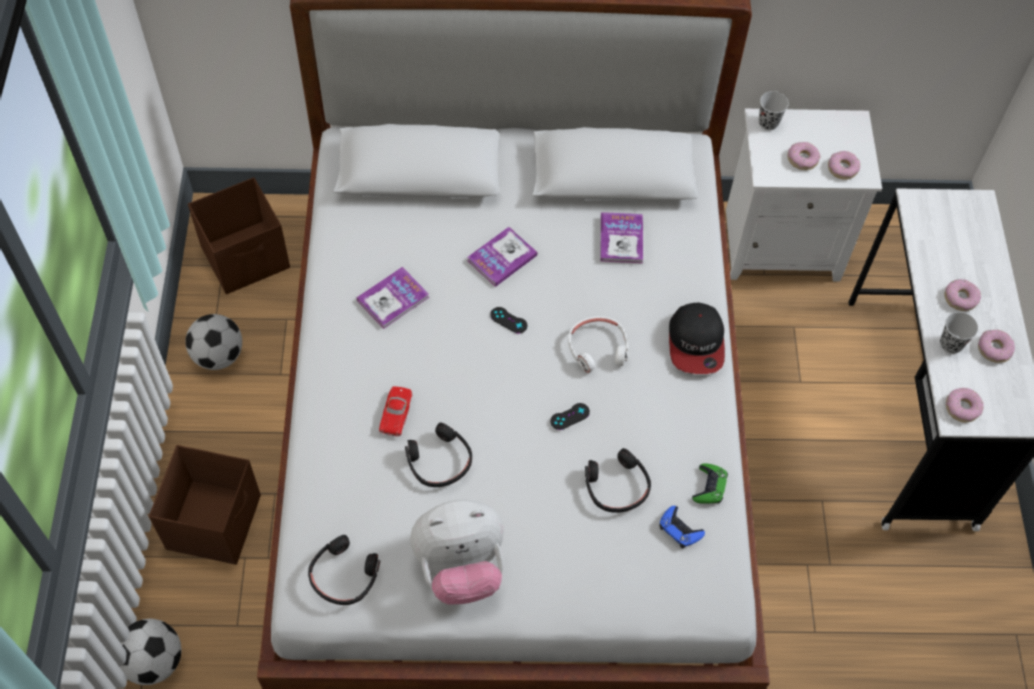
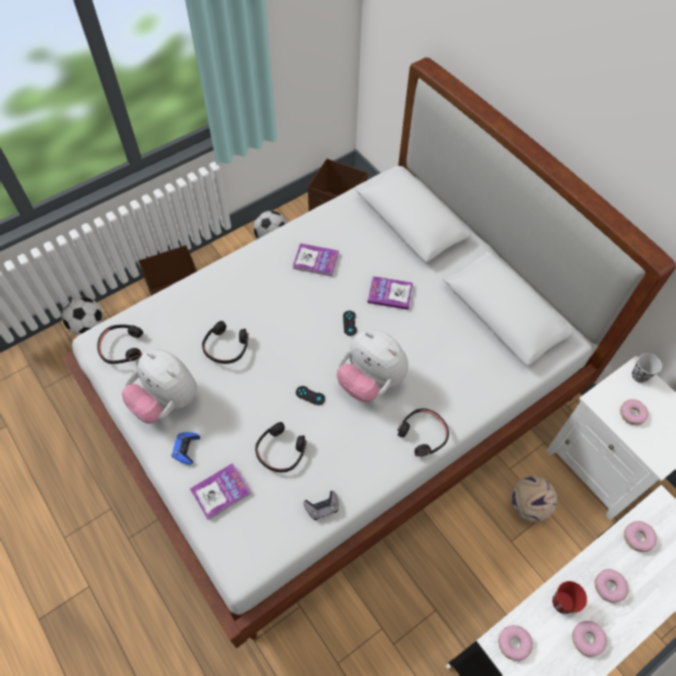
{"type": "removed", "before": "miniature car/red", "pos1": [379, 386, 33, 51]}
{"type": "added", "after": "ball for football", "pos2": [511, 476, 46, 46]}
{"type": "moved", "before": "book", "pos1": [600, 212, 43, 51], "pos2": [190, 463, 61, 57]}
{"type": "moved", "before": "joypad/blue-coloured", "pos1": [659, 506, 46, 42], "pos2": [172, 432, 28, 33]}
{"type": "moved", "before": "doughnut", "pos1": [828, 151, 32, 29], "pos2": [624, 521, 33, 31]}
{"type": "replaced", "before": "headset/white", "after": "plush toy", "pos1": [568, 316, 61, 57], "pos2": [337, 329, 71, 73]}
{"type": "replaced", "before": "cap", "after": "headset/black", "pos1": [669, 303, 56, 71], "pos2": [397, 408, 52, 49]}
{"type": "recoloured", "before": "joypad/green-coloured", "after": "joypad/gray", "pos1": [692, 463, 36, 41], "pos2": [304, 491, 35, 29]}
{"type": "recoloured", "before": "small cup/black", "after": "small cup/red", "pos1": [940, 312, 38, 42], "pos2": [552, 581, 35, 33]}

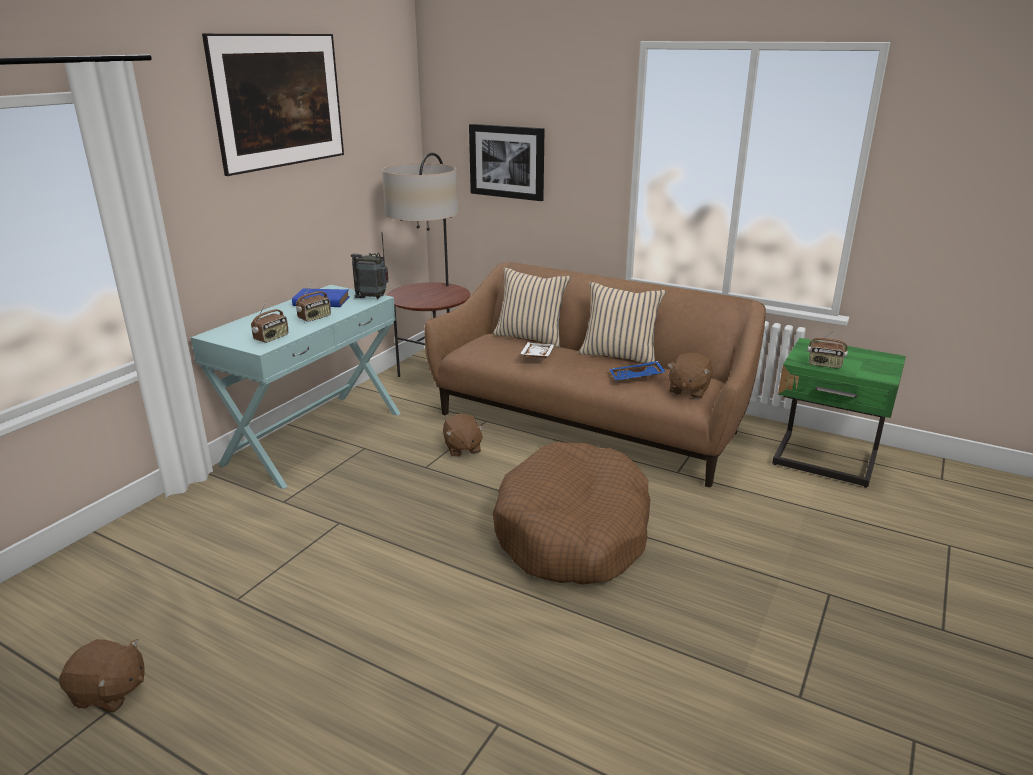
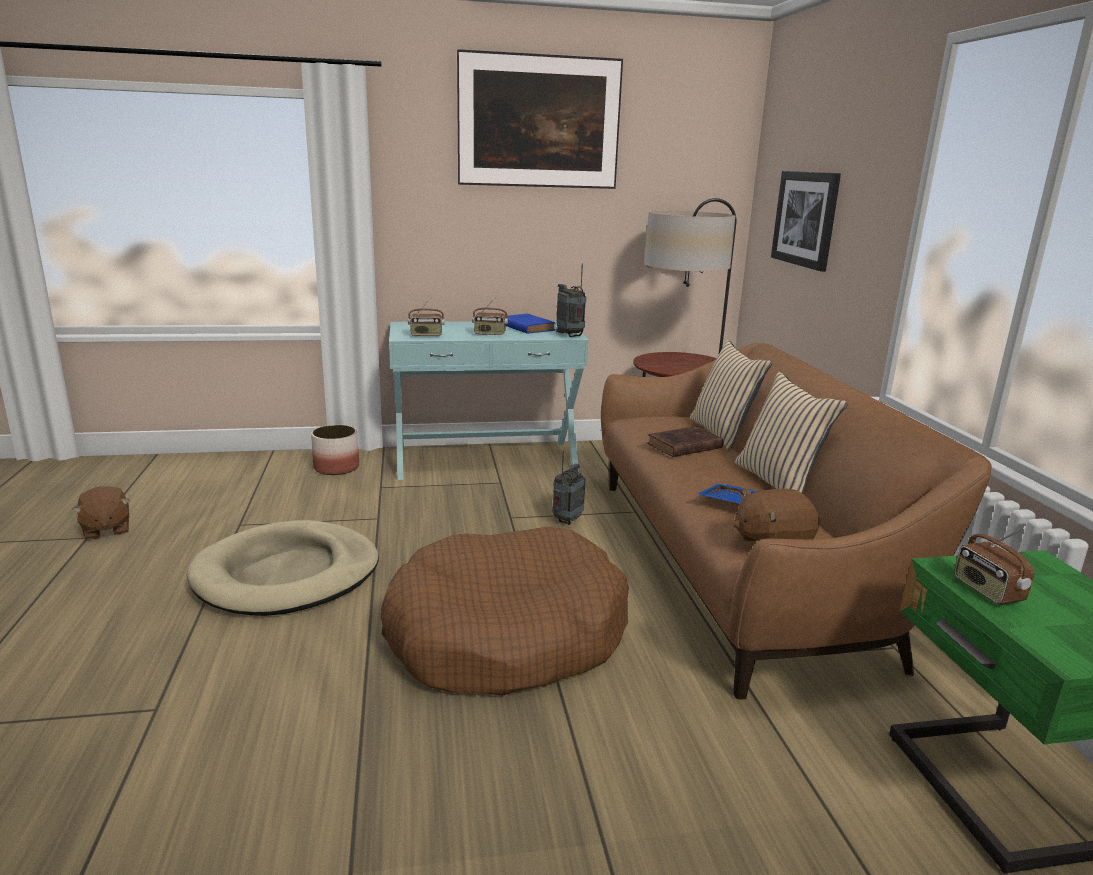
{"type": "added", "after": "pet bed/sand-coloured", "pos2": [187, 520, 192, 96]}
{"type": "added", "after": "planter", "pos2": [311, 425, 48, 50]}
{"type": "replaced", "before": "plush toy/brown-coloured", "after": "radio receiver", "pos1": [443, 414, 42, 43], "pos2": [553, 451, 32, 74]}
{"type": "replaced", "before": "serving tray/white", "after": "book/brown-coloured", "pos1": [520, 342, 34, 16], "pos2": [647, 426, 76, 31]}

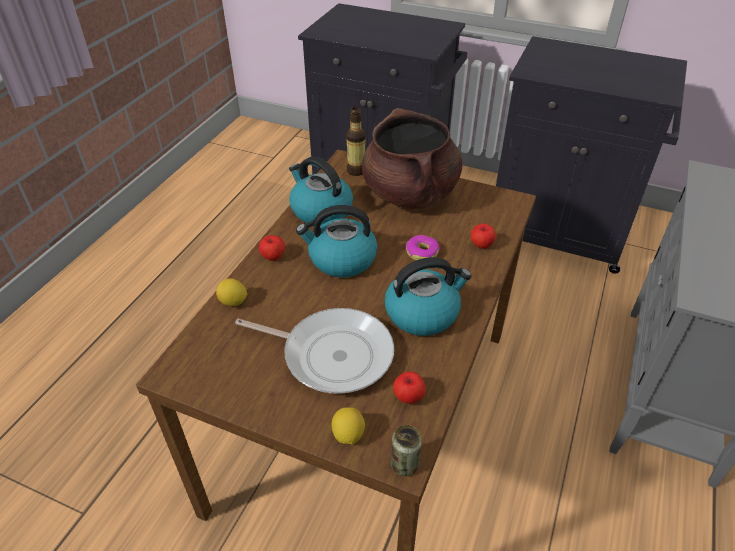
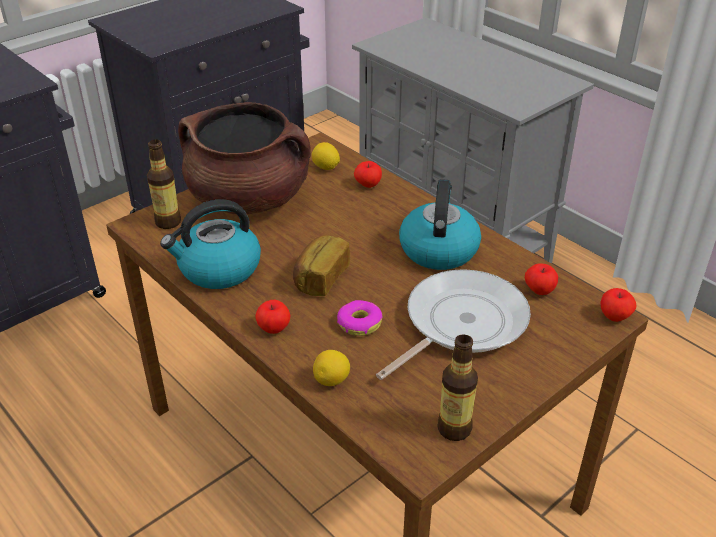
{"type": "added", "after": "drink bottle", "pos2": [437, 334, 41, 107]}
{"type": "moved", "before": "lemon", "pos1": [332, 407, 33, 38], "pos2": [312, 142, 28, 28]}
{"type": "moved", "before": "doughnut", "pos1": [406, 235, 34, 25], "pos2": [337, 300, 46, 36]}
{"type": "replaced", "before": "water kettle", "after": "bakery bread", "pos1": [296, 205, 82, 73], "pos2": [293, 235, 57, 61]}
{"type": "replaced", "before": "sealed can", "after": "whole apple", "pos1": [391, 425, 31, 51], "pos2": [601, 288, 36, 34]}

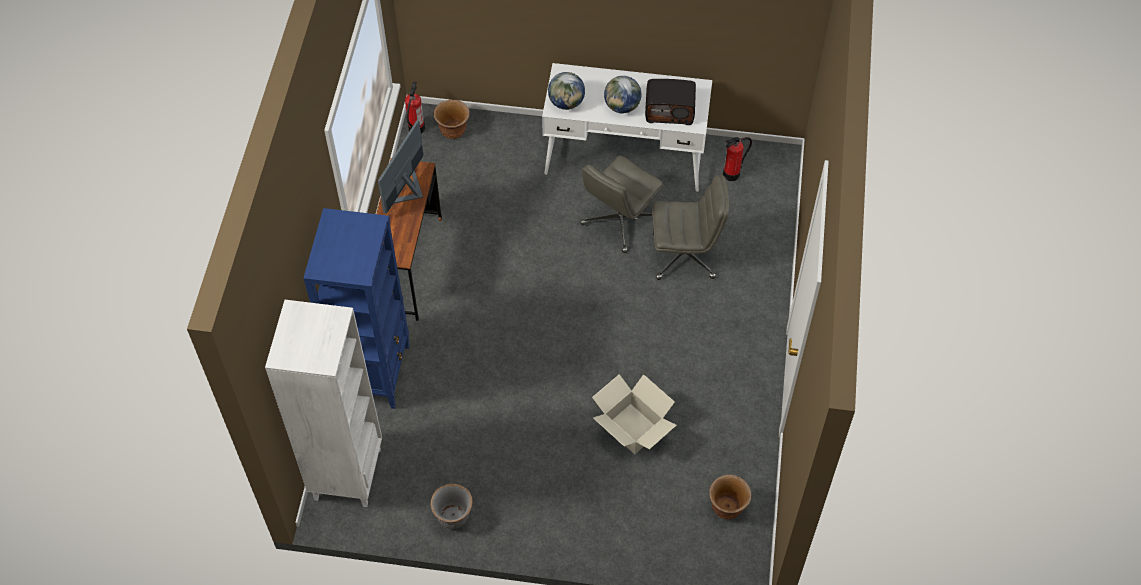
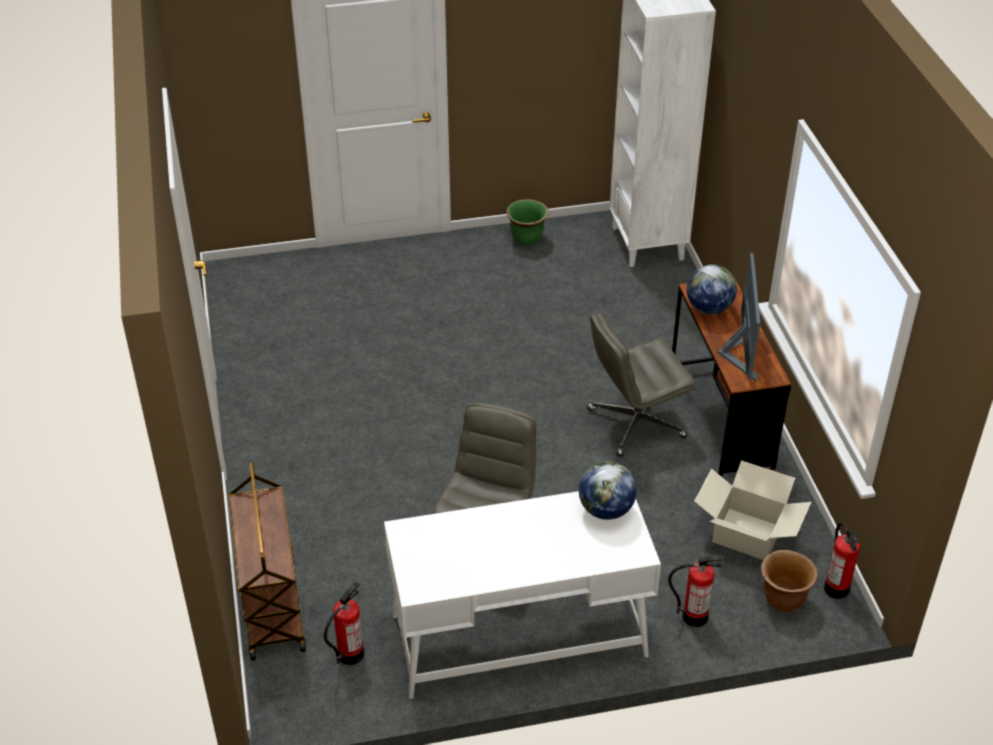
{"type": "removed", "before": "bookshelf/blue-coloured", "pos1": [303, 208, 107, 201]}
{"type": "removed", "before": "radio receiver", "pos1": [645, 79, 51, 46]}
{"type": "removed", "before": "planter/brown-coloured", "pos1": [709, 475, 42, 44]}
{"type": "added", "after": "cart/brown-coloured", "pos2": [229, 461, 77, 199]}
{"type": "added", "after": "fire-fighting cylinder", "pos2": [668, 556, 56, 71]}
{"type": "moved", "before": "carton", "pos1": [592, 374, 84, 80], "pos2": [694, 460, 117, 100]}
{"type": "moved", "before": "desk globe", "pos1": [604, 76, 37, 37], "pos2": [687, 264, 50, 51]}
{"type": "moved", "before": "office chair/gray", "pos1": [652, 175, 77, 105], "pos2": [587, 313, 108, 144]}
{"type": "recoloured", "before": "planter/gray", "after": "planter/green-coloured", "pos1": [431, 483, 42, 46], "pos2": [507, 199, 42, 47]}

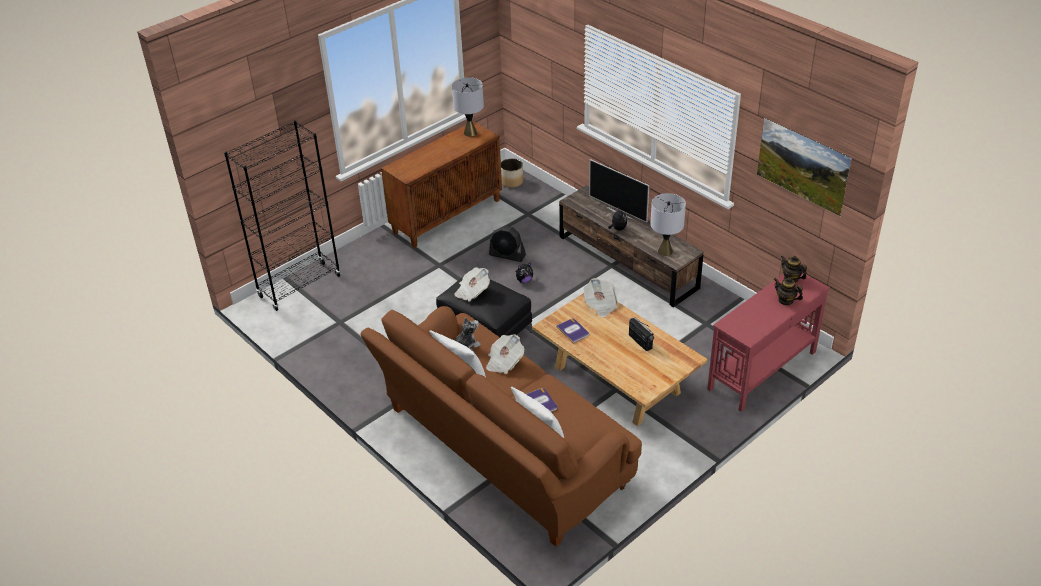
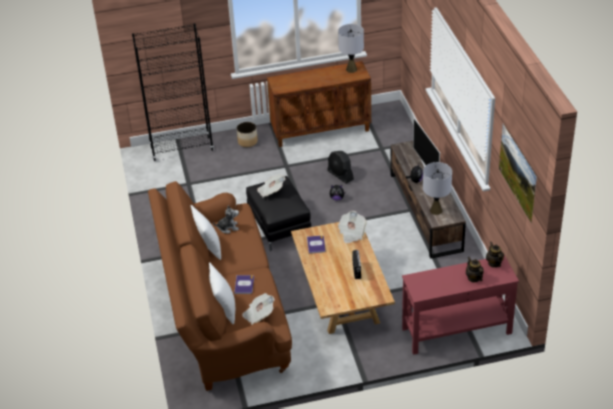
{"type": "moved", "before": "printed paper", "pos1": [486, 335, 38, 39], "pos2": [242, 293, 33, 32]}
{"type": "moved", "before": "planter", "pos1": [501, 158, 22, 30], "pos2": [237, 122, 21, 25]}

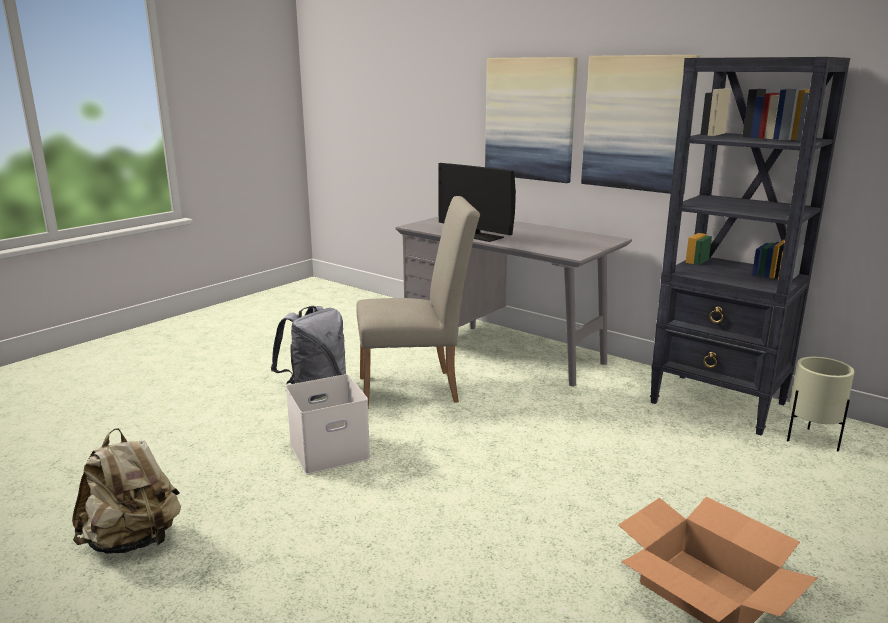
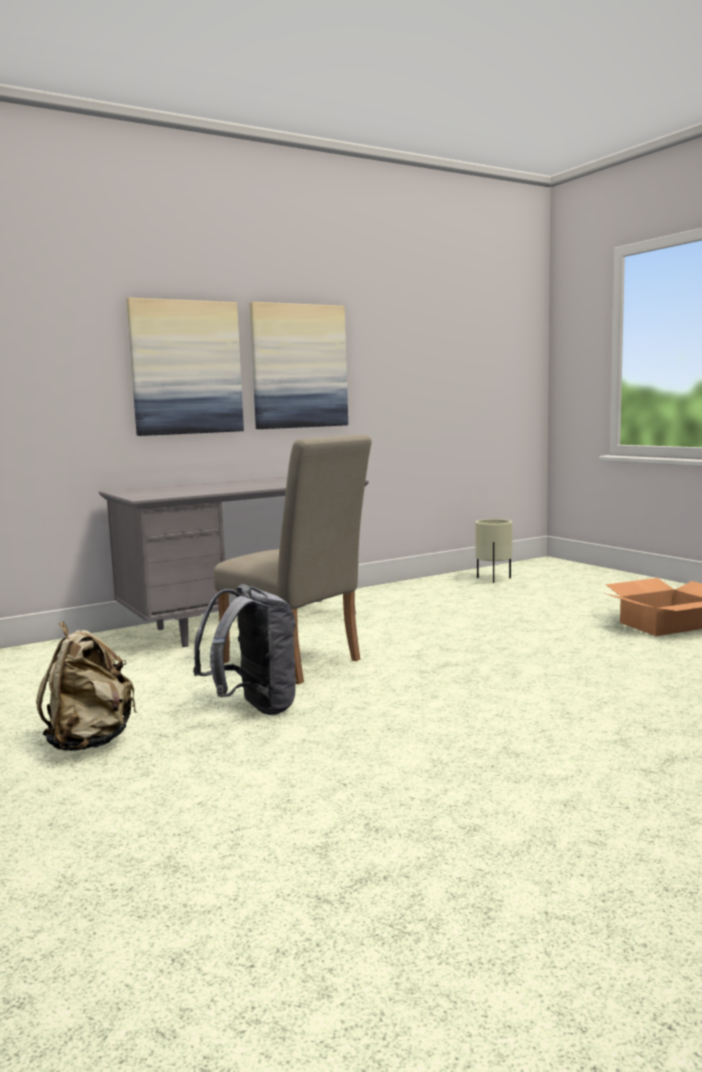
{"type": "removed", "before": "storage container/white", "pos1": [286, 374, 84, 100]}
{"type": "removed", "before": "computer screen", "pos1": [438, 163, 78, 79]}
{"type": "removed", "before": "bookshelf/black", "pos1": [650, 57, 200, 379]}
{"type": "moved", "before": "backpack/sand-coloured", "pos1": [72, 428, 109, 126], "pos2": [36, 621, 101, 130]}
{"type": "turned", "before": "plain chair/sand-coloured", "pos1": [356, 196, 124, 212], "pos2": [214, 434, 158, 250], "turn": 120}

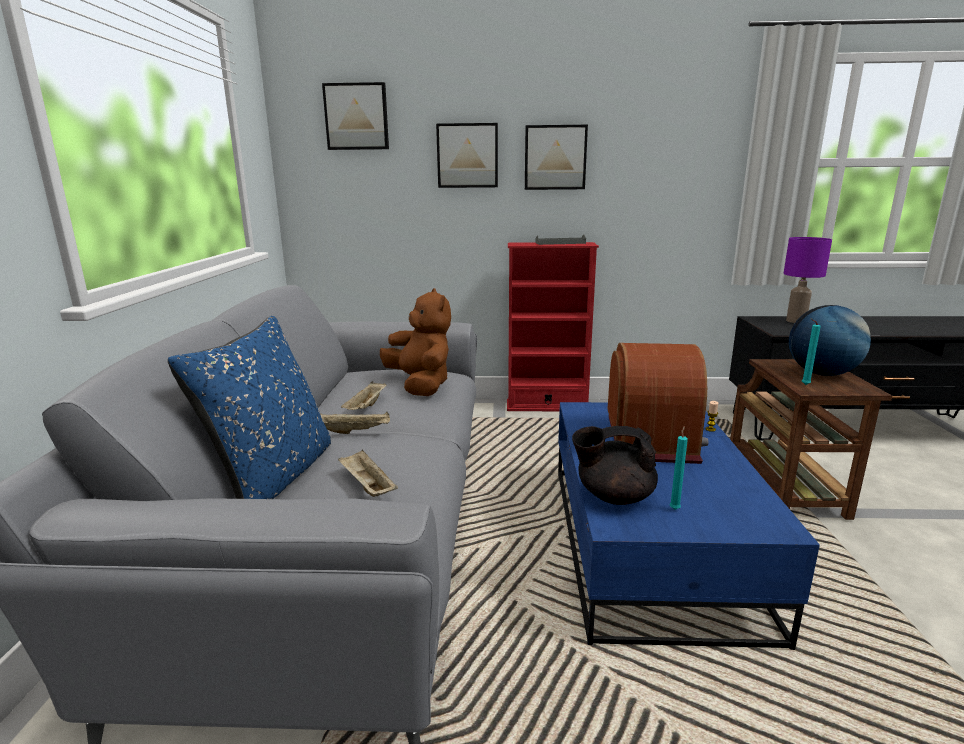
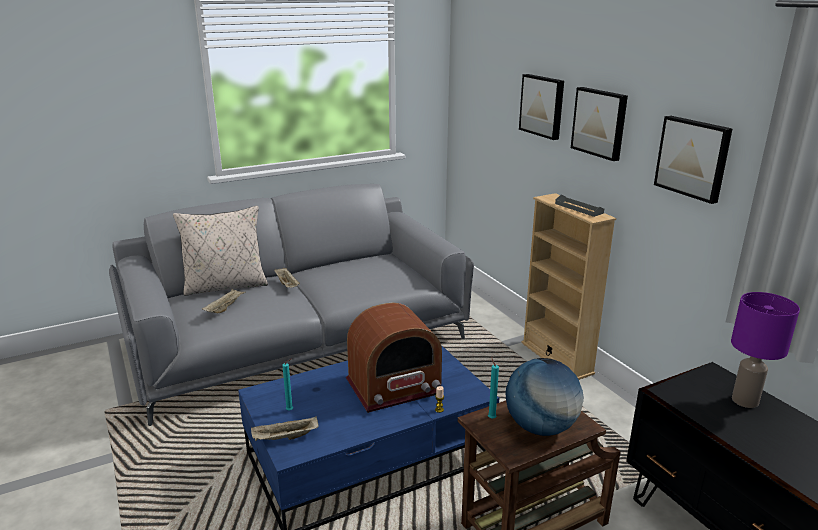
{"type": "removed", "before": "plush toy/brown-coloured", "pos1": [380, 288, 71, 108]}
{"type": "removed", "before": "pot for tea/black", "pos1": [572, 426, 86, 79]}
{"type": "moved", "before": "picture", "pos1": [322, 82, 67, 68], "pos2": [654, 116, 78, 88]}
{"type": "moved", "before": "serving tray/sand-coloured", "pos1": [341, 381, 46, 29], "pos2": [251, 416, 68, 25]}
{"type": "recoloured", "before": "pillow/blue-coloured", "after": "pillow/sand-coloured", "pos1": [168, 316, 163, 183], "pos2": [173, 206, 95, 90]}
{"type": "recoloured", "before": "bookshelf/red", "after": "bookshelf/sand-coloured", "pos1": [507, 242, 92, 169], "pos2": [521, 193, 95, 187]}

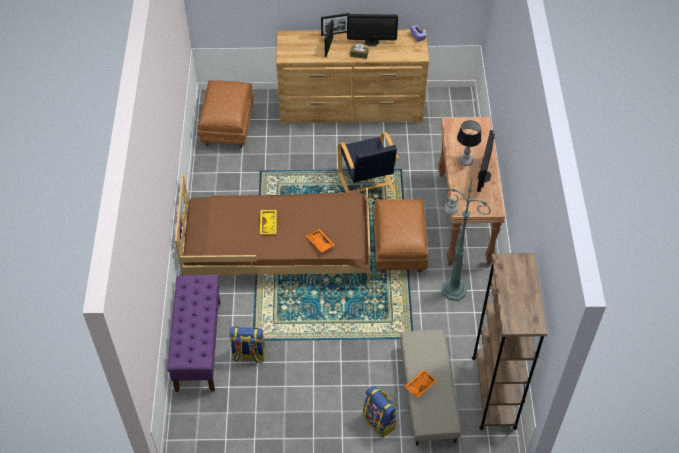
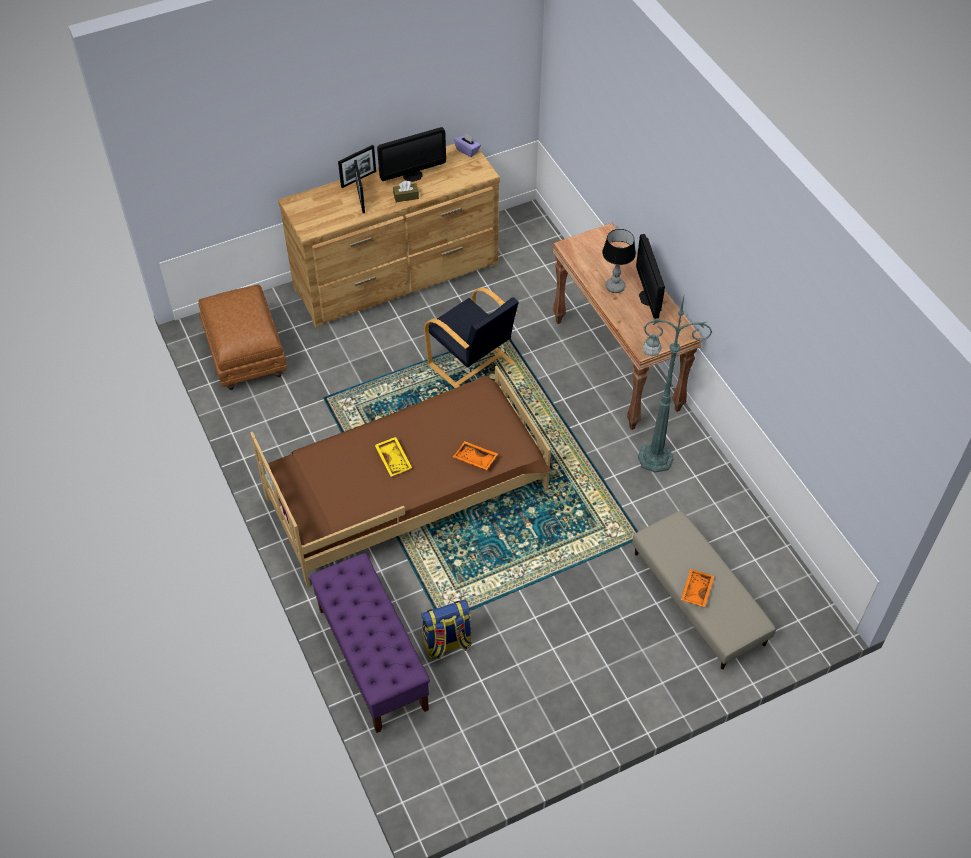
{"type": "removed", "before": "backpack", "pos1": [363, 386, 34, 52]}
{"type": "removed", "before": "pouffe/brown-coloured", "pos1": [373, 199, 55, 74]}
{"type": "removed", "before": "bookshelf/brown-coloured", "pos1": [472, 253, 75, 177]}

